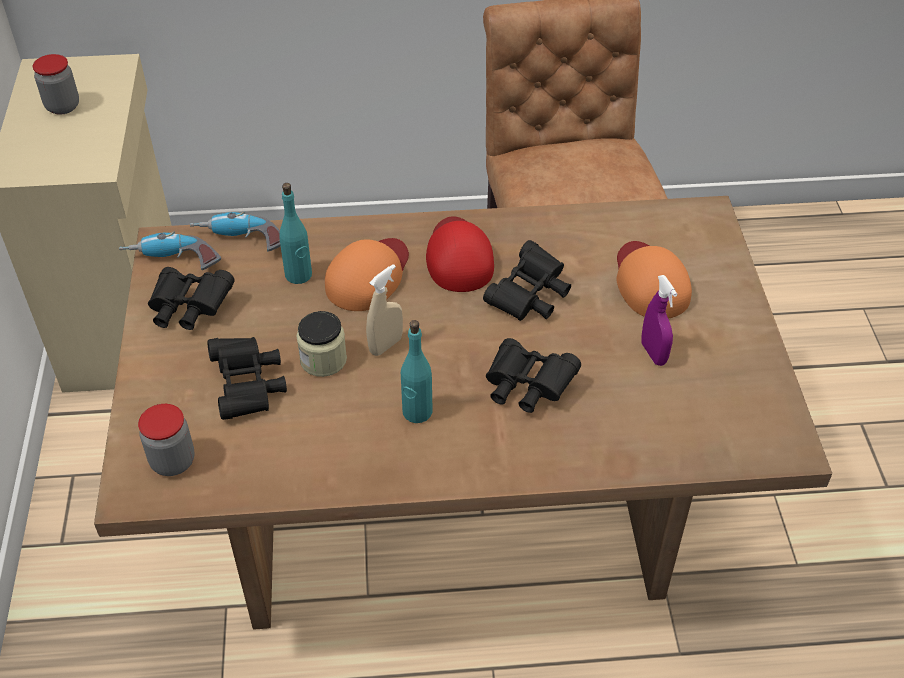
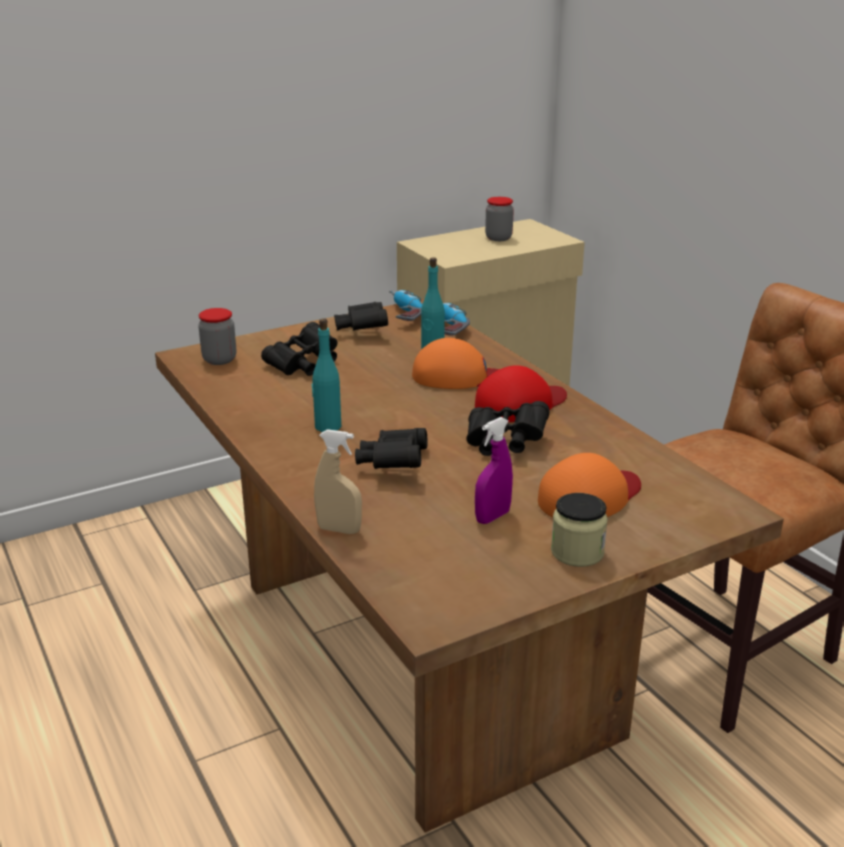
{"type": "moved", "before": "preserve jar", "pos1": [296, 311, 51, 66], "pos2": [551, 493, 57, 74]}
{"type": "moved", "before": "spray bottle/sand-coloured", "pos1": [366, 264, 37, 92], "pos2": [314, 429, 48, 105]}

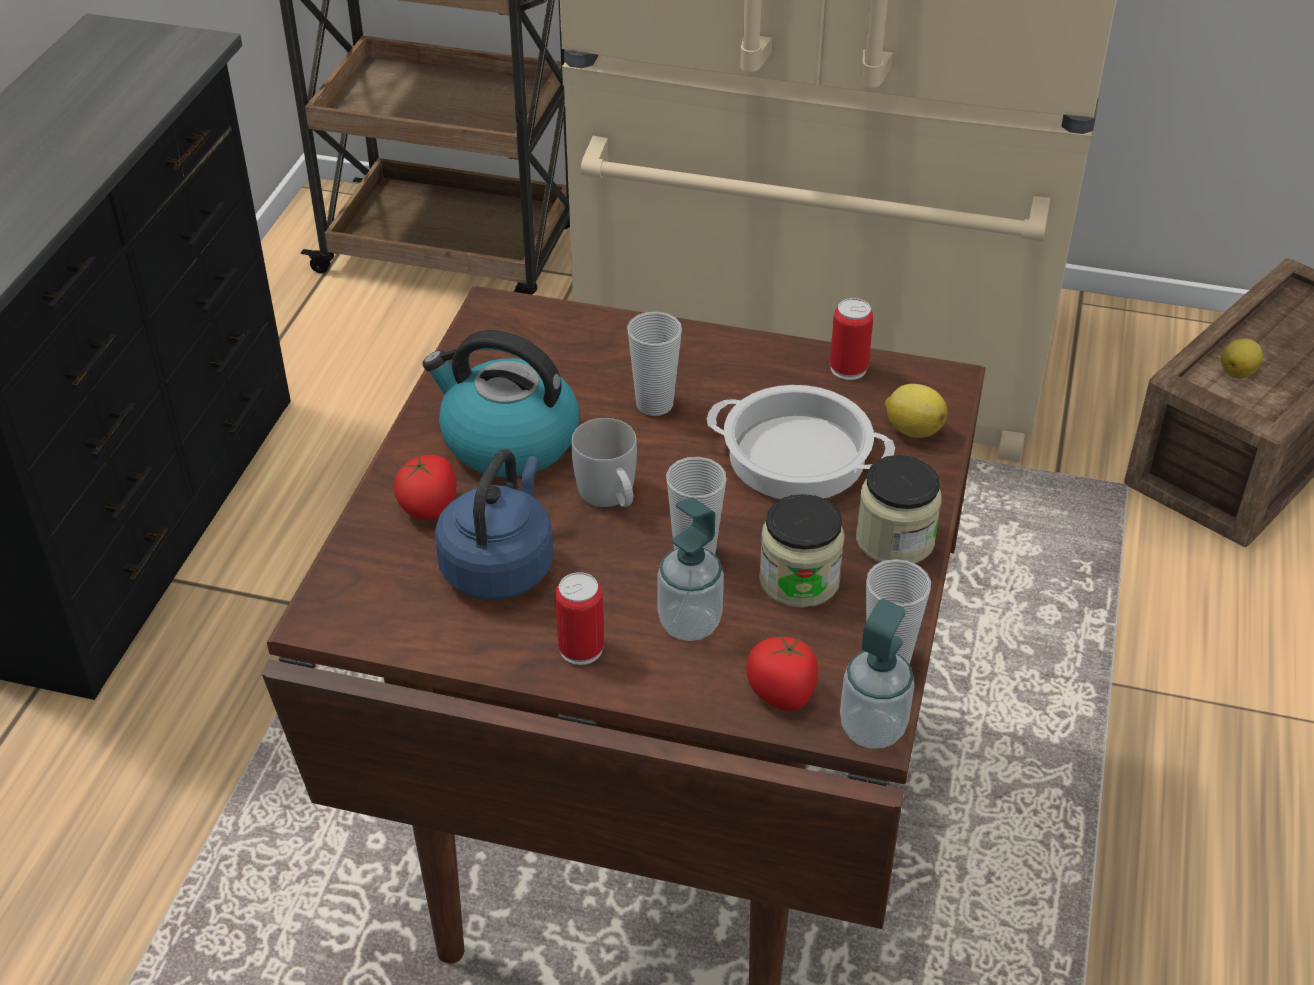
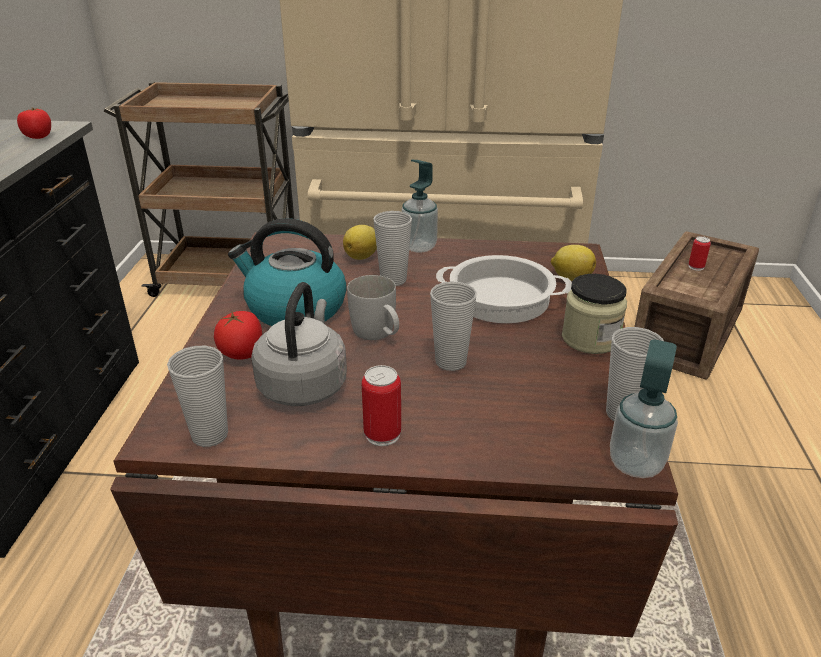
{"type": "removed", "before": "preserve jar", "pos1": [759, 494, 86, 114]}
{"type": "added", "after": "small cup", "pos2": [167, 346, 61, 101]}
{"type": "moved", "before": "soap dispenser", "pos1": [658, 498, 66, 143], "pos2": [401, 160, 37, 93]}
{"type": "moved", "before": "whole tomato", "pos1": [746, 634, 72, 77], "pos2": [17, 107, 34, 32]}
{"type": "moved", "before": "sealed can", "pos1": [830, 298, 43, 82], "pos2": [689, 236, 22, 35]}
{"type": "moved", "before": "lemon", "pos1": [1221, 339, 42, 40], "pos2": [343, 225, 34, 35]}
{"type": "recoloured", "before": "water kettle/blue-coloured", "after": "water kettle/gray", "pos1": [435, 449, 119, 151], "pos2": [251, 282, 96, 124]}

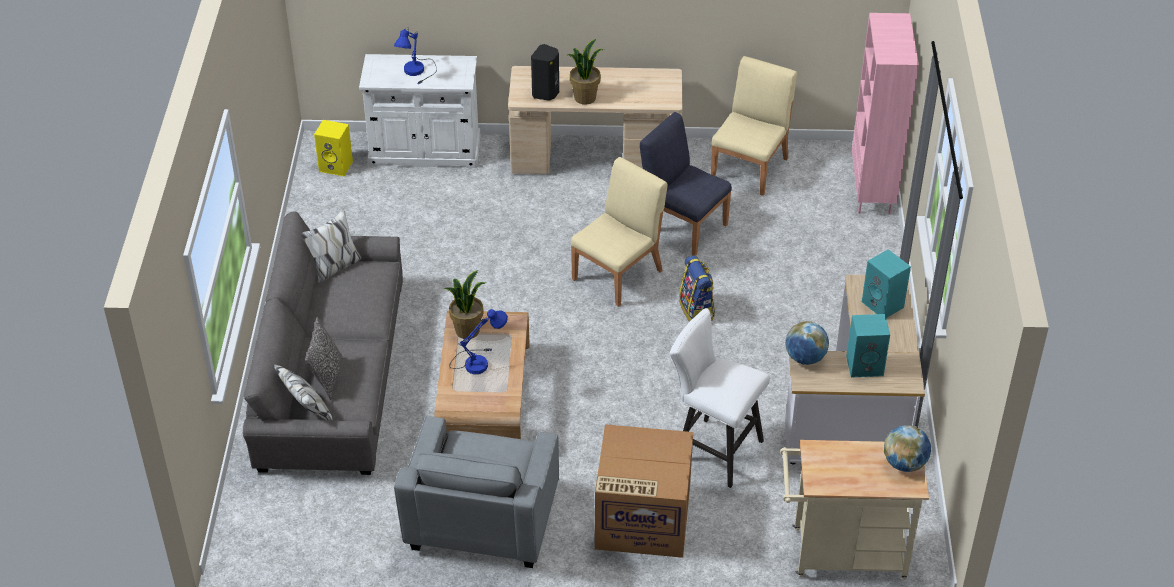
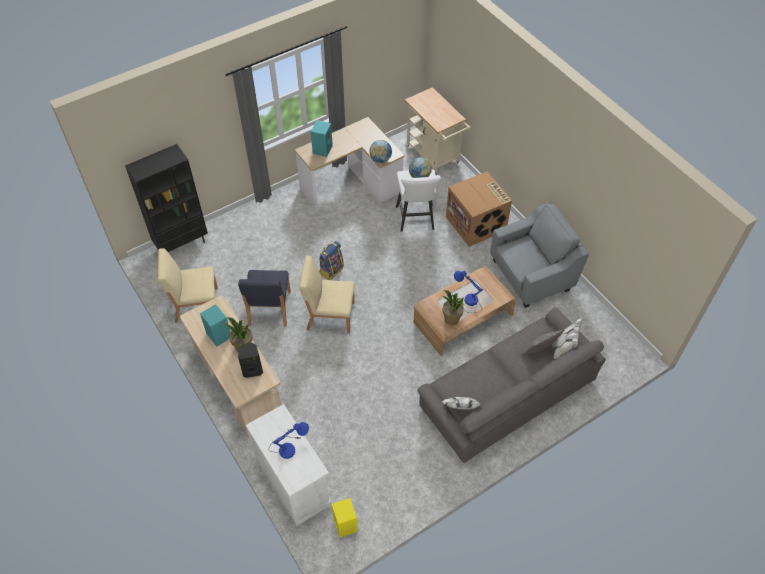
{"type": "moved", "before": "loudspeaker/turquoise", "pos1": [846, 314, 44, 64], "pos2": [200, 304, 30, 42]}
{"type": "moved", "before": "desk globe", "pos1": [884, 425, 47, 47], "pos2": [409, 157, 23, 21]}
{"type": "recoloured", "before": "bookshelf/pink", "after": "bookshelf/black", "pos1": [852, 13, 67, 201], "pos2": [125, 144, 83, 108]}

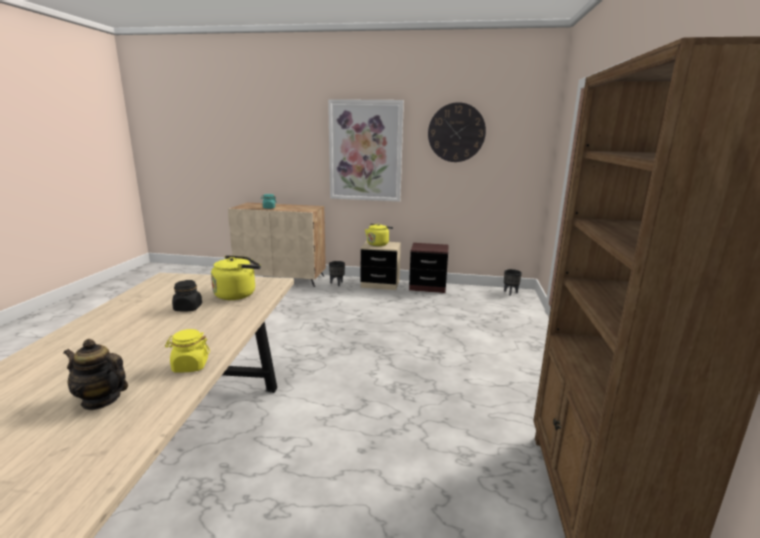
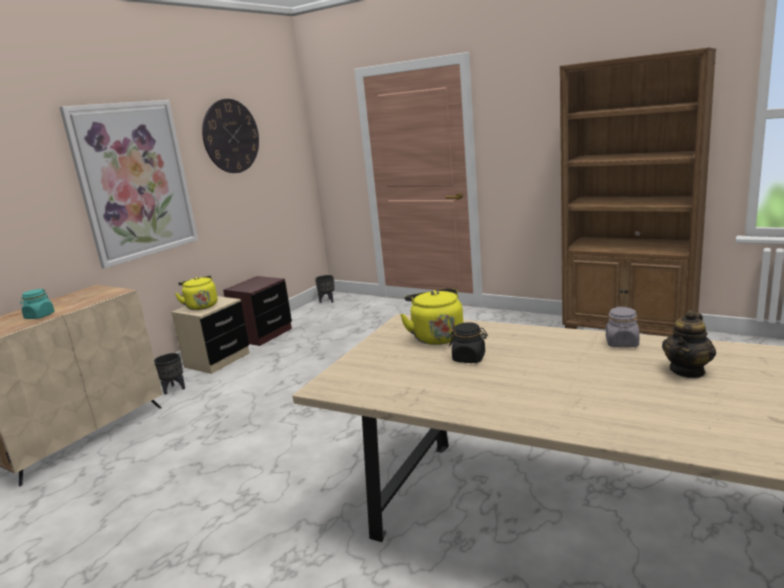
{"type": "recoloured", "before": "preserve jar/yellow", "after": "preserve jar/gray", "pos1": [165, 329, 45, 43], "pos2": [606, 307, 34, 41]}

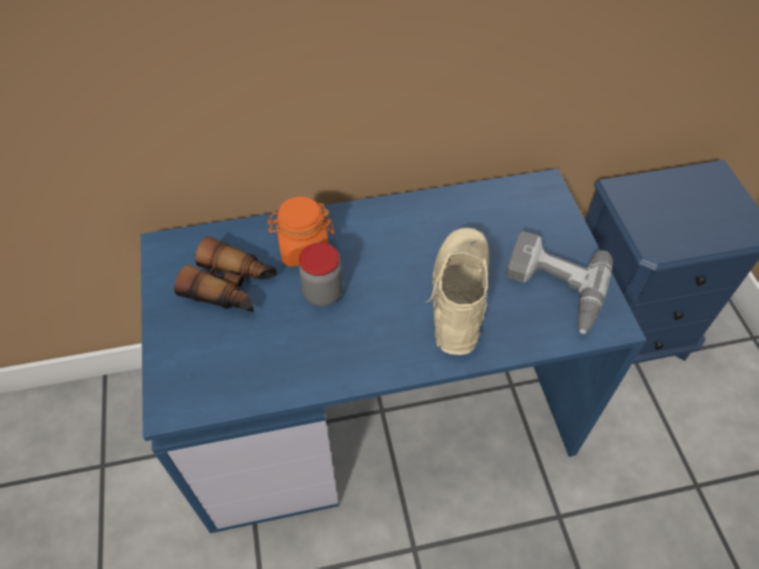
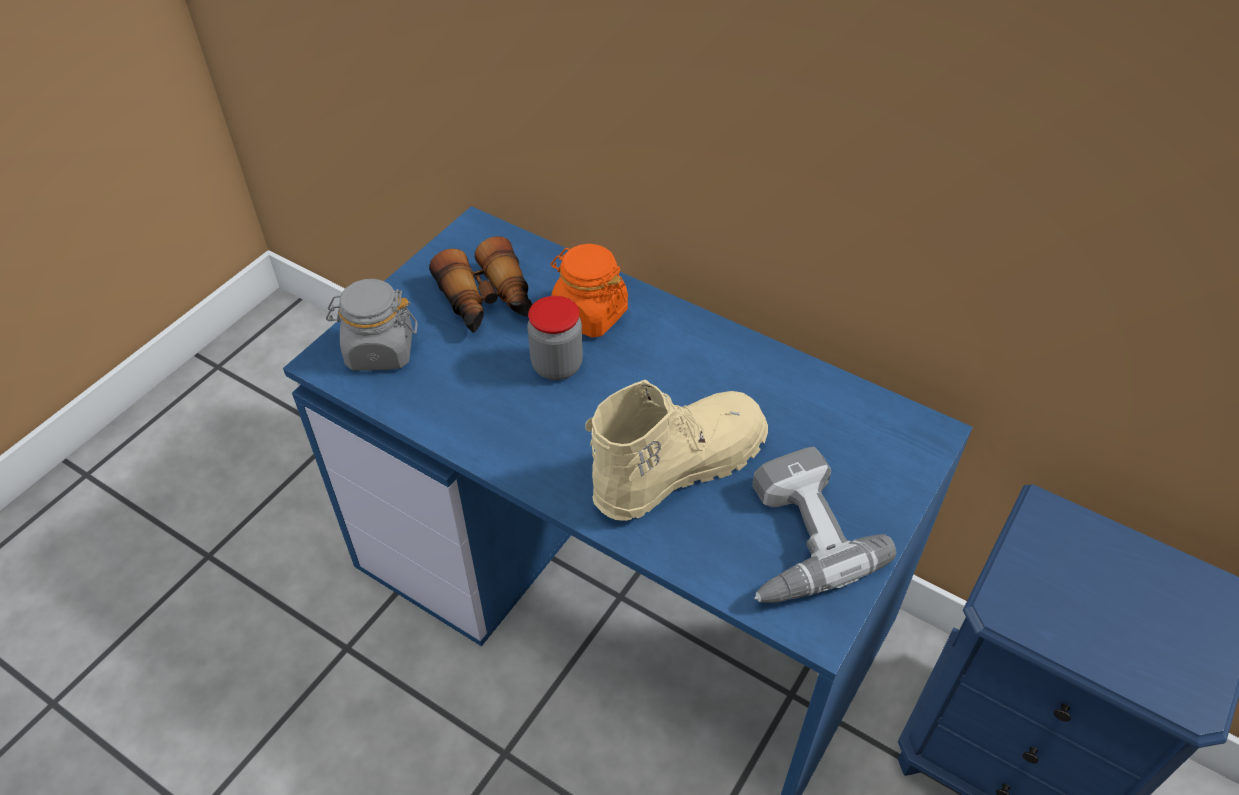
{"type": "added", "after": "preserve jar/gray", "pos2": [326, 279, 92, 92]}

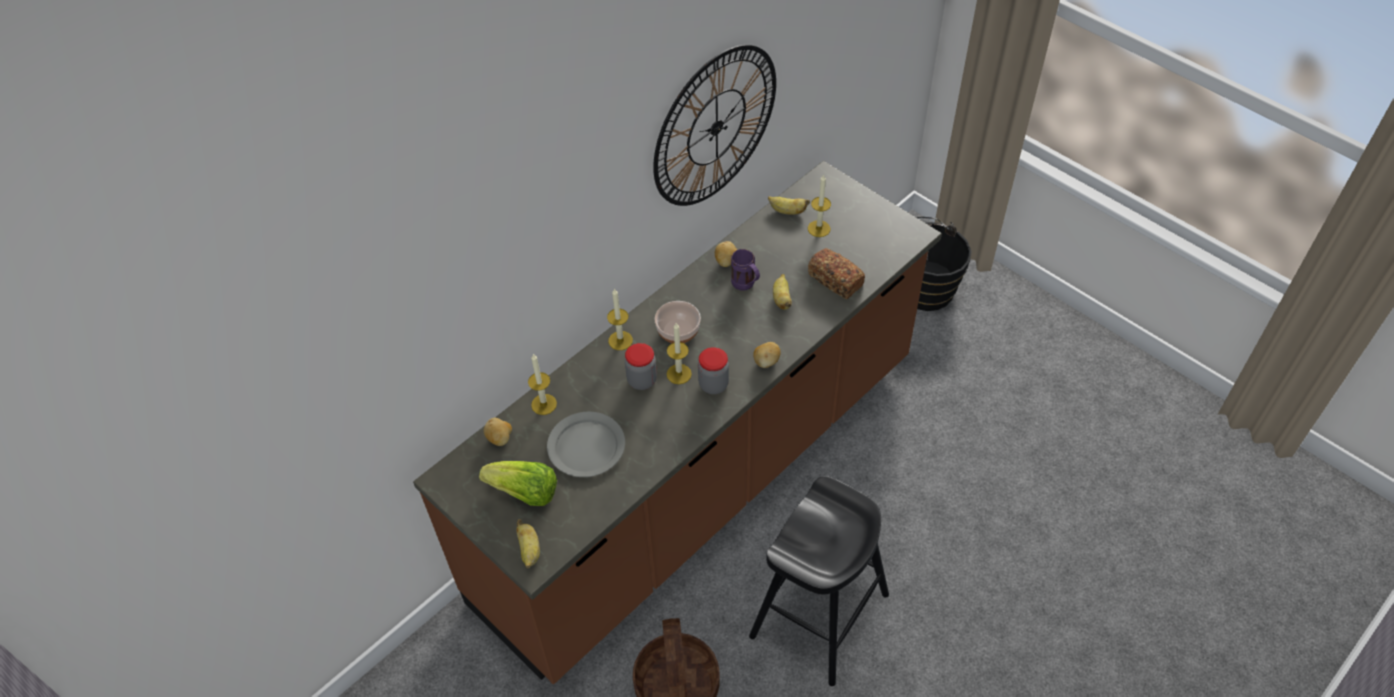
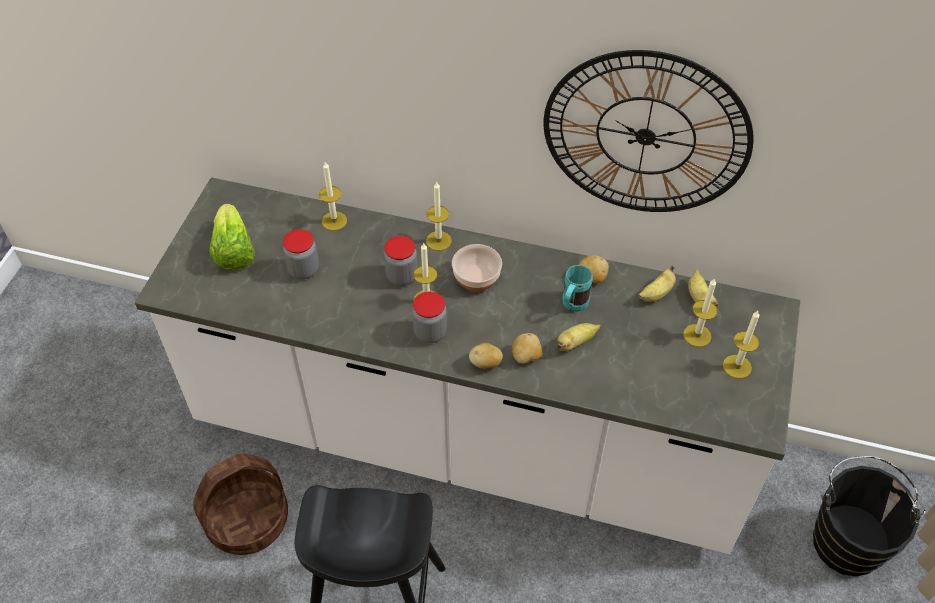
{"type": "removed", "before": "bakery bread", "pos1": [808, 248, 57, 51]}
{"type": "added", "after": "wax candle", "pos2": [723, 311, 37, 68]}
{"type": "moved", "before": "whole potato", "pos1": [484, 418, 28, 28], "pos2": [512, 333, 30, 31]}
{"type": "moved", "before": "banana fruit", "pos1": [517, 519, 23, 49], "pos2": [638, 265, 38, 37]}
{"type": "replaced", "before": "plate/gray", "after": "preserve jar", "pos1": [547, 412, 78, 65], "pos2": [283, 229, 36, 50]}
{"type": "recoloured", "before": "counter/brown-coloured", "after": "counter/white", "pos1": [413, 161, 529, 523], "pos2": [135, 178, 665, 376]}
{"type": "recoloured", "before": "mug/purple-coloured", "after": "mug/turquoise", "pos1": [731, 249, 29, 42], "pos2": [562, 265, 31, 47]}

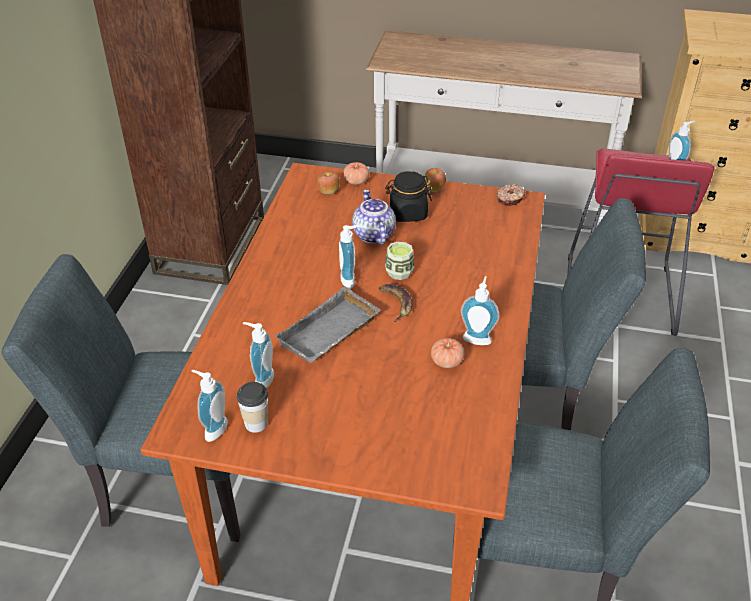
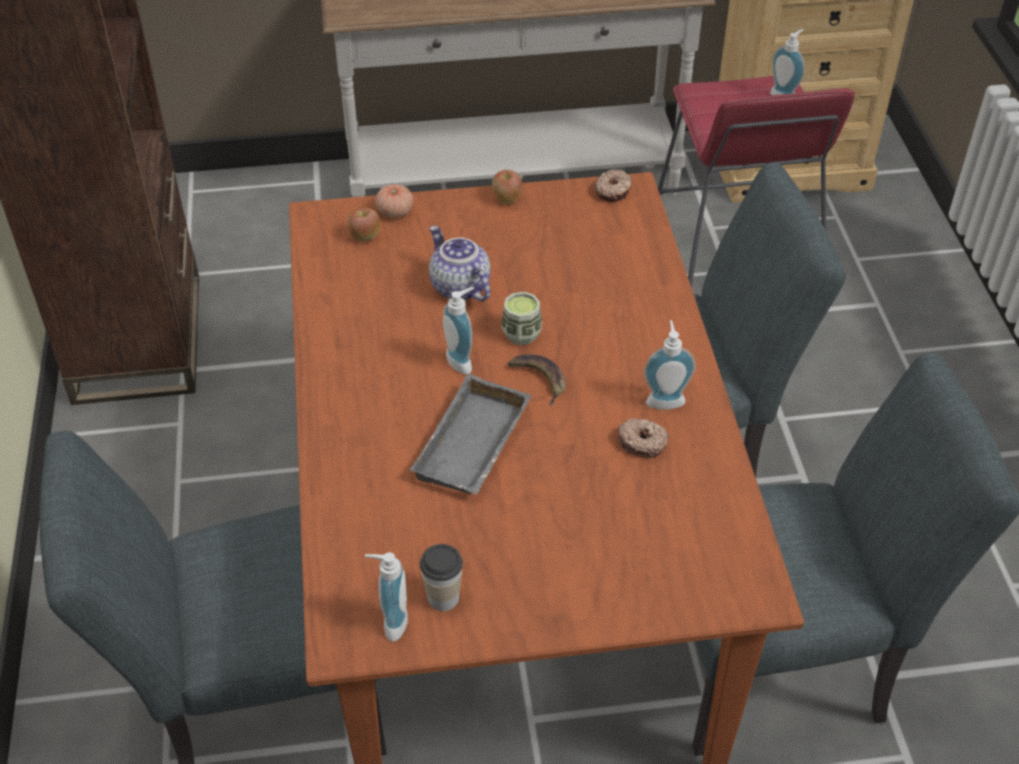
{"type": "removed", "before": "soap dispenser", "pos1": [243, 322, 31, 66]}
{"type": "removed", "before": "preserve jar/black", "pos1": [385, 171, 47, 51]}
{"type": "replaced", "before": "whole tomato", "after": "doughnut", "pos1": [431, 338, 33, 30], "pos2": [618, 419, 51, 39]}

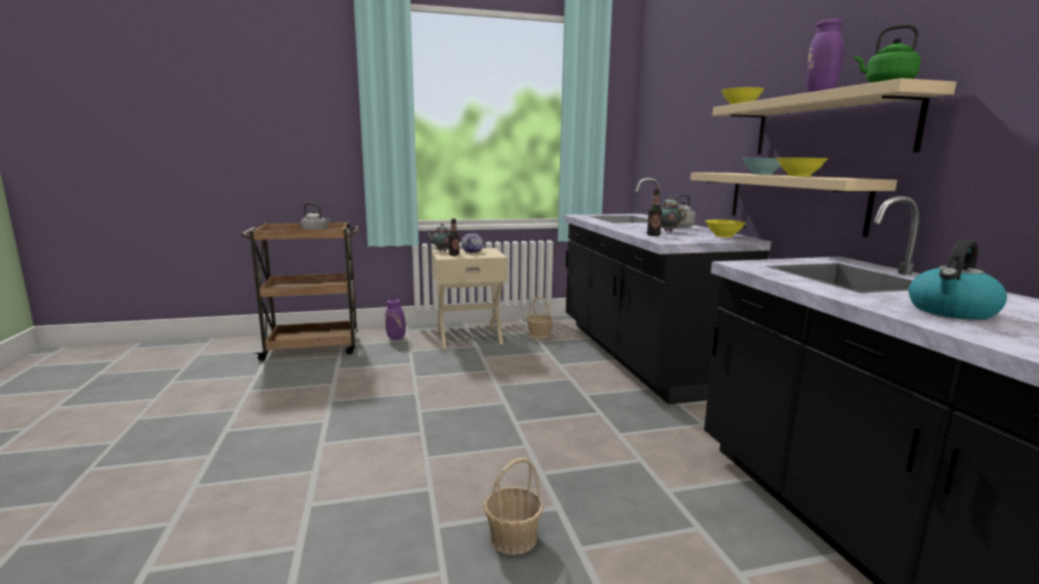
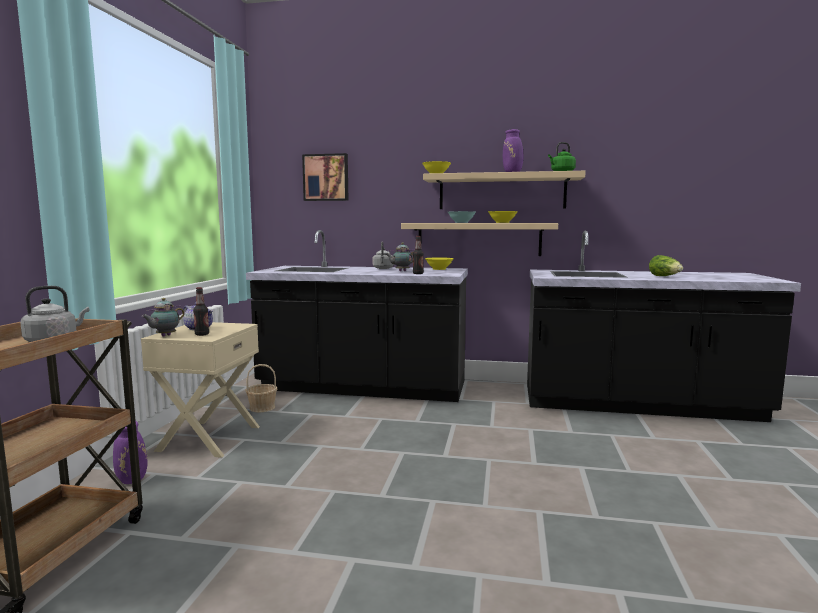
{"type": "removed", "before": "storage basket", "pos1": [484, 458, 60, 97]}
{"type": "added", "after": "picture", "pos2": [302, 153, 47, 48]}
{"type": "replaced", "before": "water kettle", "after": "lettuce", "pos1": [908, 239, 99, 81], "pos2": [649, 255, 34, 21]}

